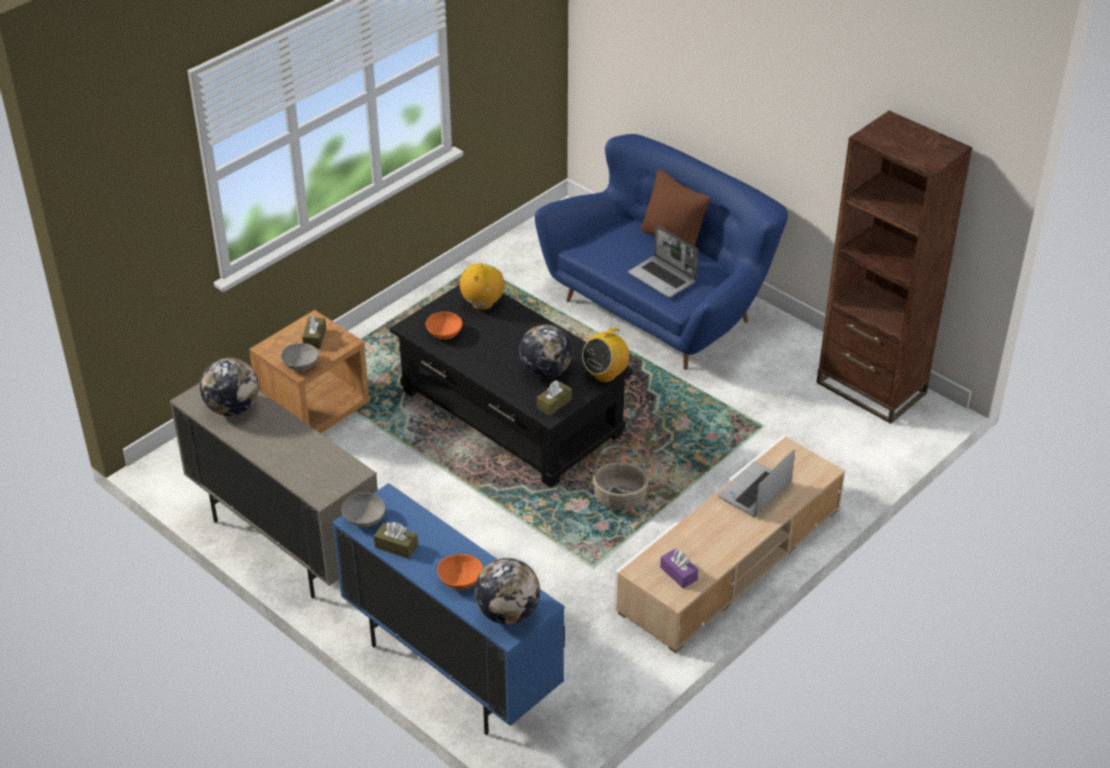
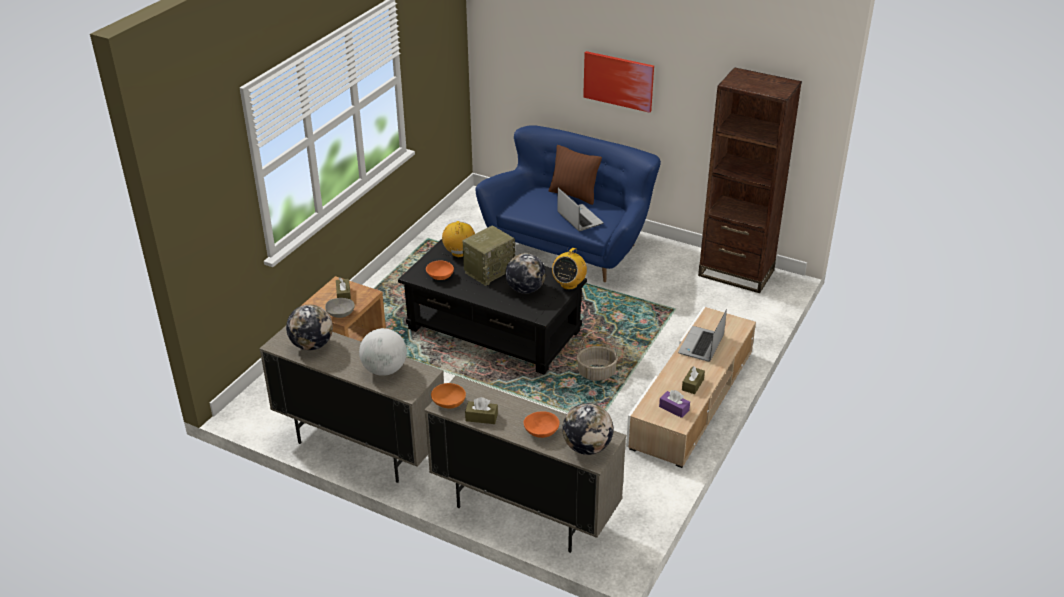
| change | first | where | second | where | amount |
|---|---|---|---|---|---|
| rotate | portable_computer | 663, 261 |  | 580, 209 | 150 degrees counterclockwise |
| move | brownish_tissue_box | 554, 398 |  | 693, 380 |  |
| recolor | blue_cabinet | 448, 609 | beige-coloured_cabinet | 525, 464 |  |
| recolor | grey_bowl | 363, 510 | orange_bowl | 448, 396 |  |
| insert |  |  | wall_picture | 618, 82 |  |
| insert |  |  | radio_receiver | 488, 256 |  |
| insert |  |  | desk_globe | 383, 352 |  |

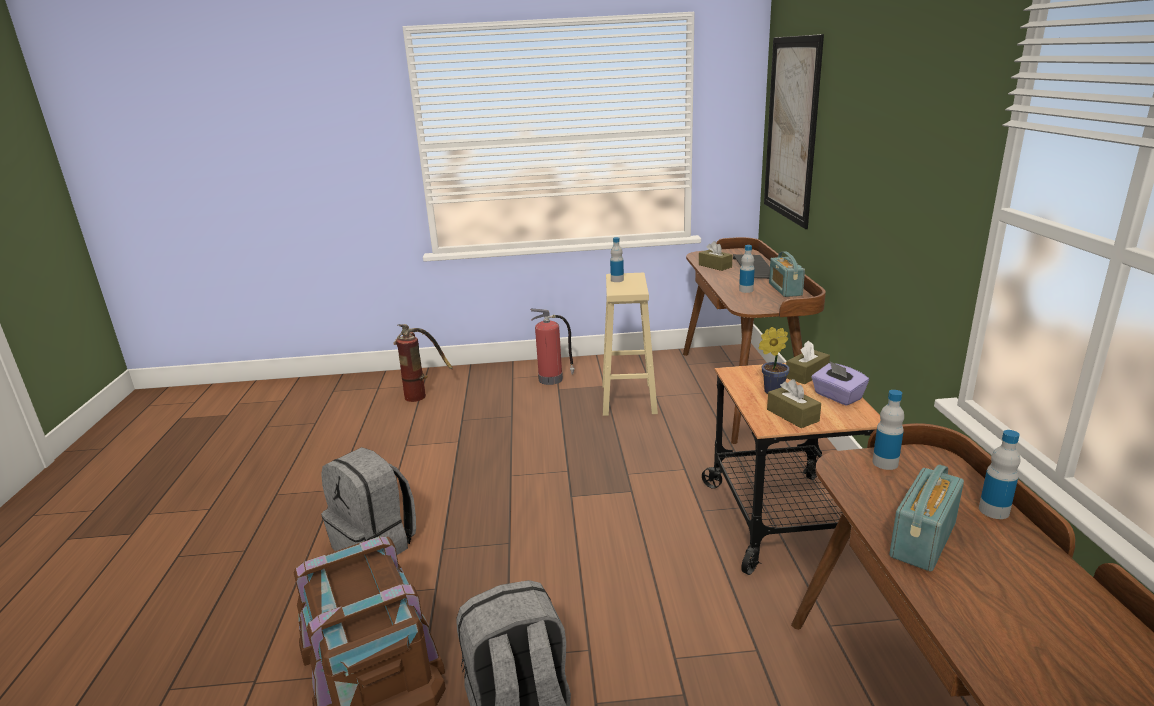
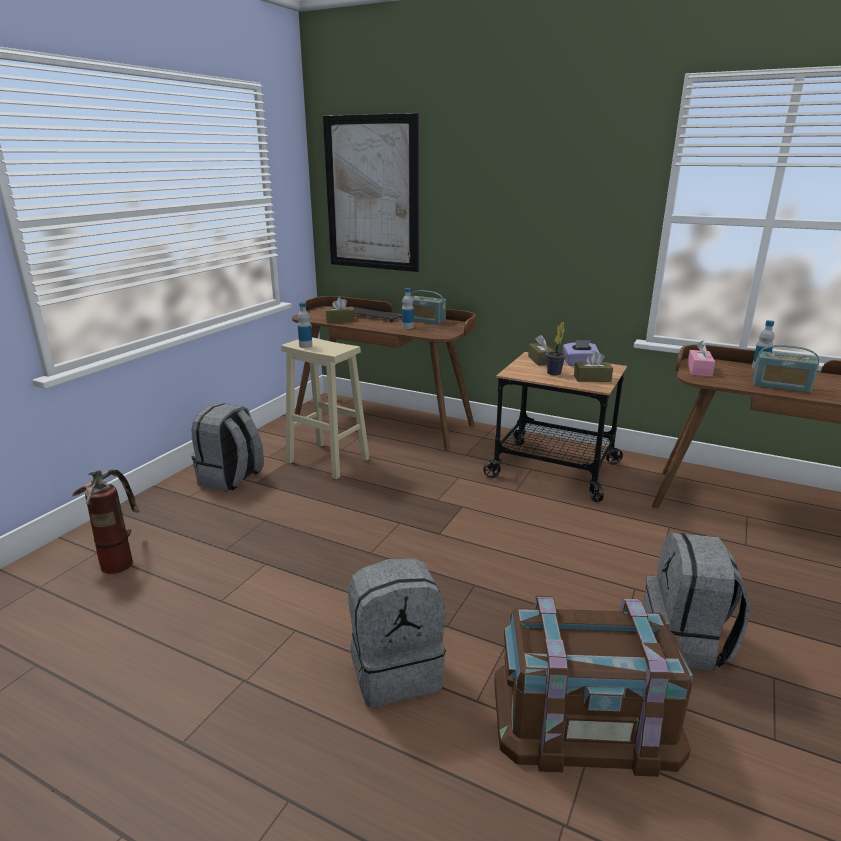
| change | first | where | second | where | amount |
|---|---|---|---|---|---|
| replace | fire_extinguisher | 552, 347 | grey_knapsack | 227, 447 |  |
| replace | bottle | 888, 430 | pink_tissue_box | 701, 359 |  |
| rotate | radio_receiver | 926, 517 |  | 786, 369 | 45 degrees counterclockwise |

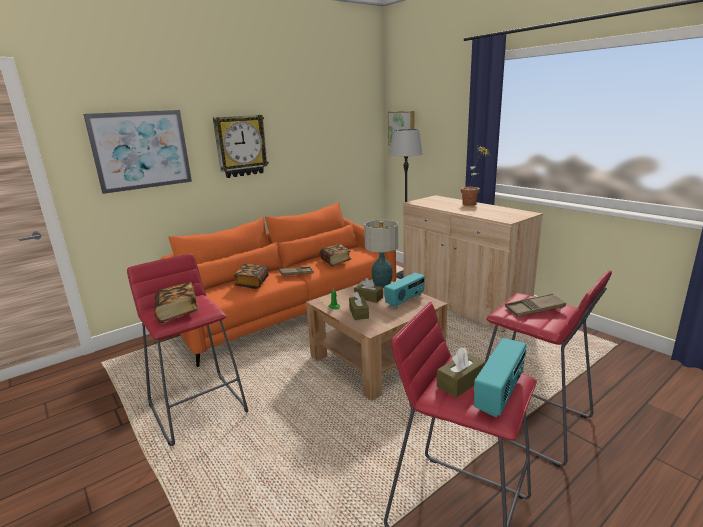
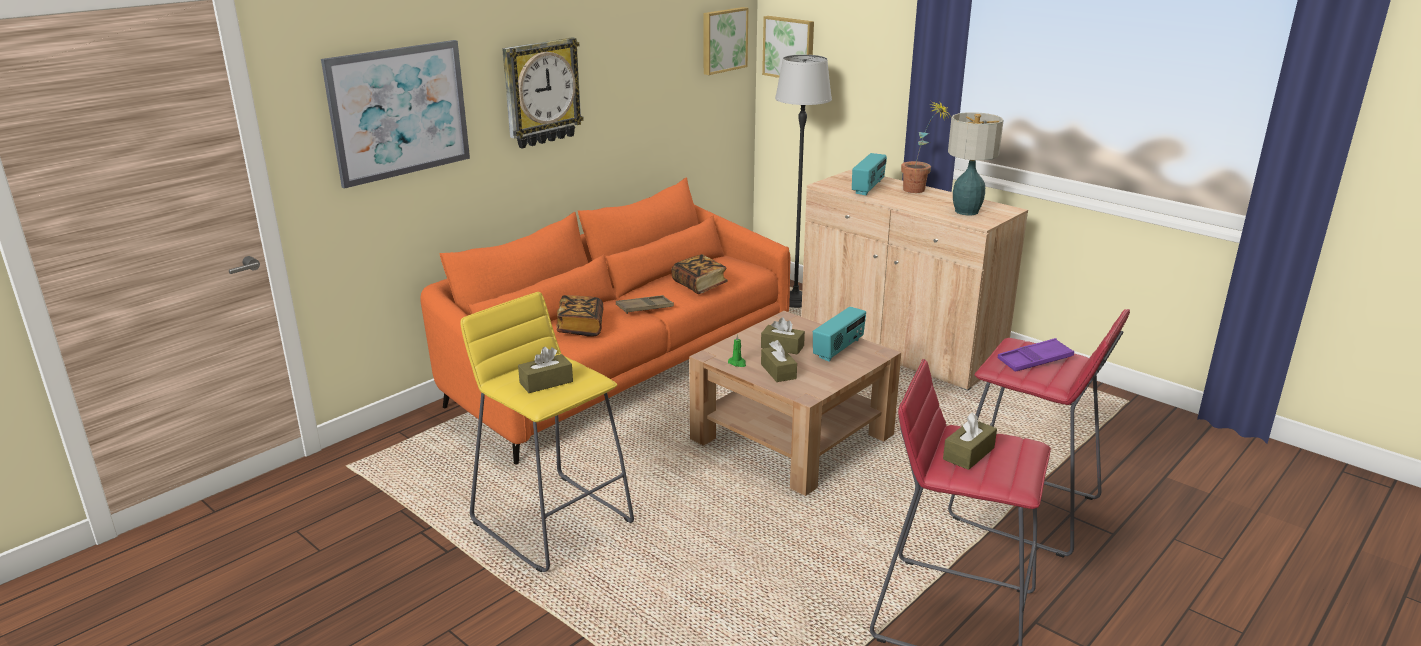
| change | first | where | second | where | amount |
|---|---|---|---|---|---|
| move | tabletop_lamp | 381, 254 |  | 976, 163 |  |
| recolor | red_sitting_stool | 187, 350 | yellow_sitting_stool | 547, 432 |  |
| replace | book | 176, 302 | brownish_tissue_box | 545, 370 |  |
| recolor | brownish_serving_tray | 535, 305 | purple-coloured_serving_tray | 1036, 355 |  |
| move | radio_receiver | 500, 377 |  | 869, 174 |  |
| insert |  |  | wall_picture | 725, 41 |  |

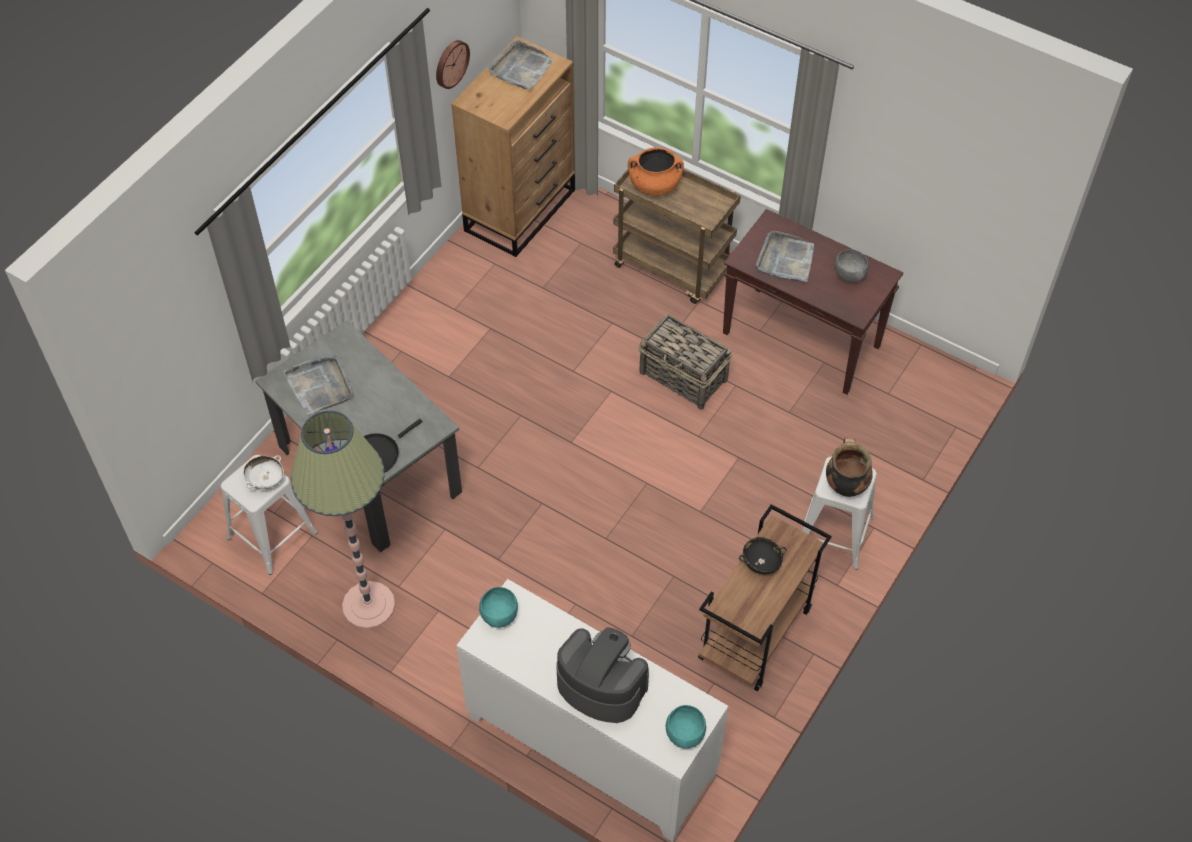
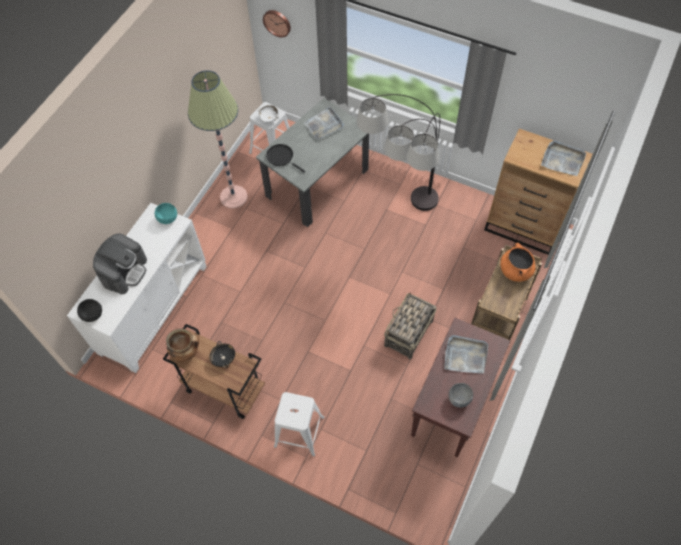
| change | first | where | second | where | amount |
|---|---|---|---|---|---|
| move | clock_on_the_wall | 453, 64 |  | 277, 24 |  |
| move | saucepot | 849, 467 |  | 182, 345 |  |
| recolor | turquoise-coloured_bowl | 686, 727 | black-coloured_bowl | 89, 310 |  |
| insert |  |  | standard_lamp | 398, 152 |  |

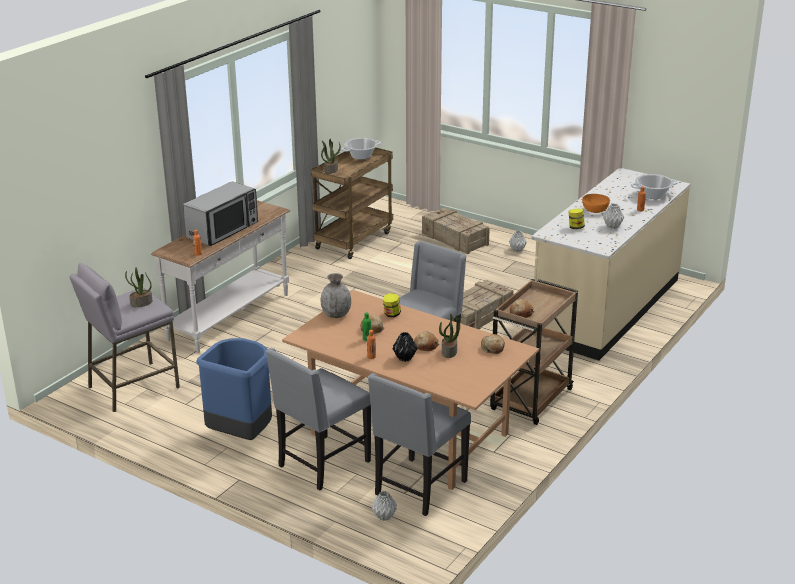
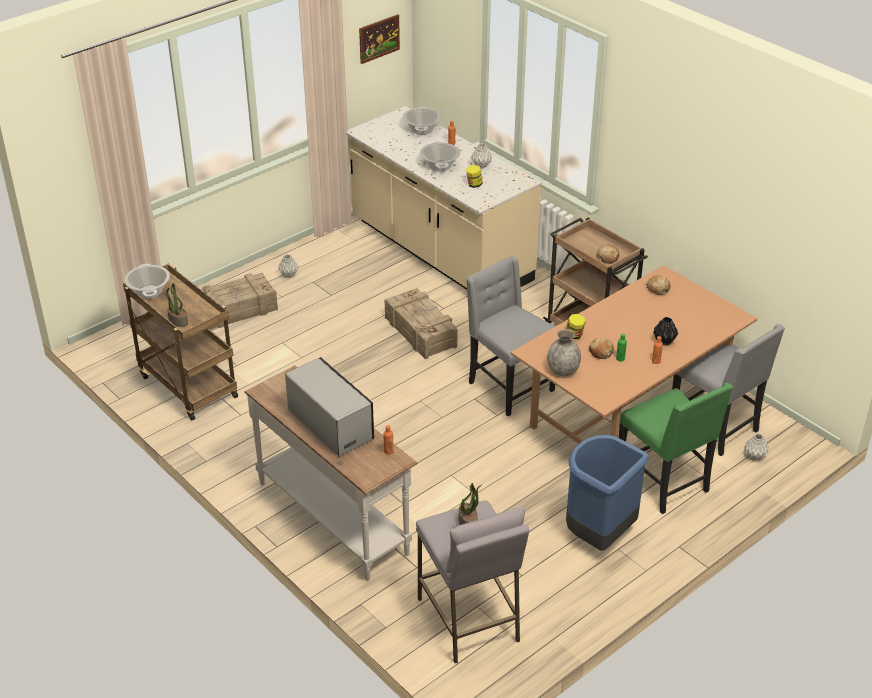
| change | first | where | second | where | amount |
|---|---|---|---|---|---|
| replace | orange_bowl | 596, 203 | saucepot | 440, 156 |  |
| delete | plant_in_a_pot | 451, 335 |  |  |  |
| delete | baked_bread | 426, 341 |  |  |  |
| recolor | grey_upright_chair | 318, 419 | greenish_upright_chair | 676, 448 |  |
| insert |  |  | wall_picture | 379, 39 |  |

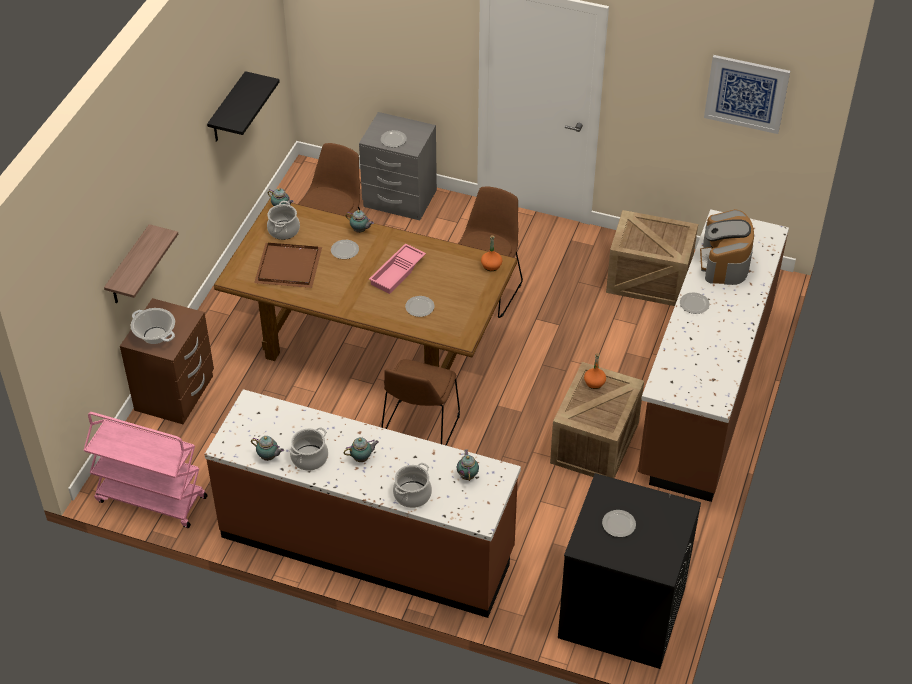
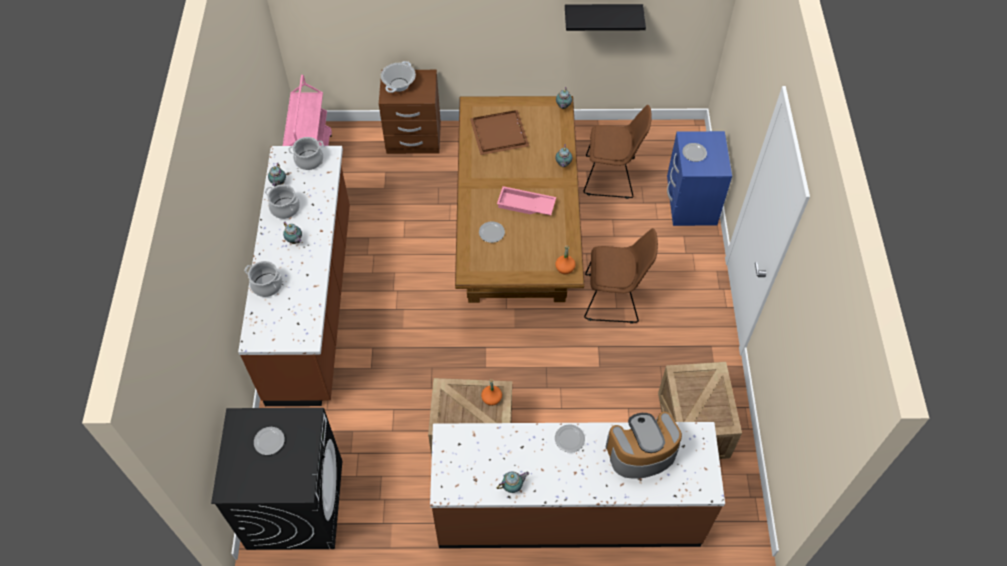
| change | first | where | second | where | amount |
|---|---|---|---|---|---|
| delete | wall_picture | 747, 94 |  |  |  |
| recolor | grey_nightstand | 398, 166 | blue_nightstand | 699, 178 |  |
| move | saucepot | 283, 220 |  | 306, 153 |  |
| delete | shelf | 141, 263 |  |  |  |
| delete | plate | 345, 249 |  |  |  |
| delete | brownish_upright_chair | 420, 402 |  |  |  |
| move | pot_for_tea | 468, 465 |  | 513, 482 |  |

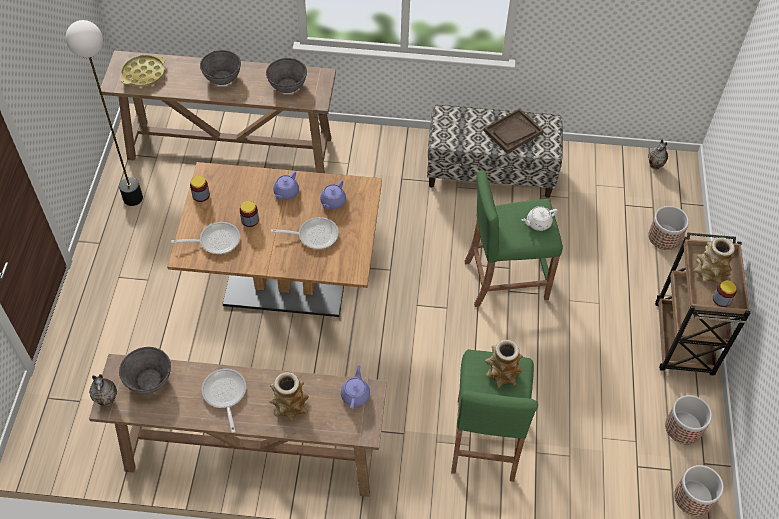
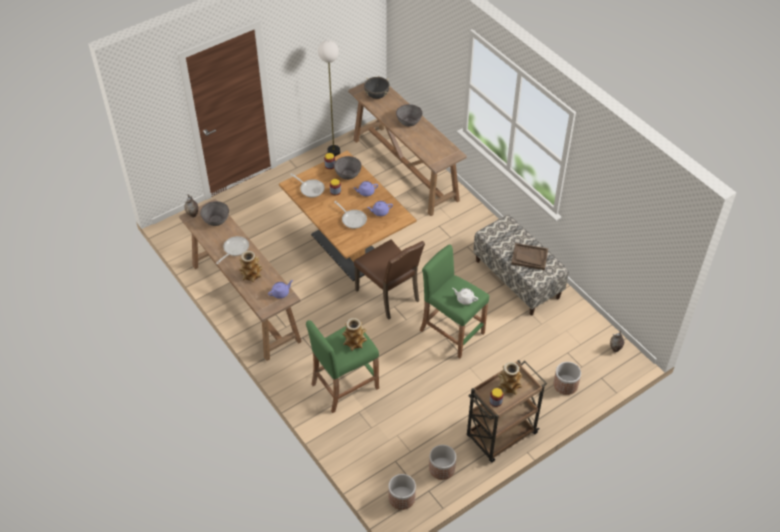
| change | first | where | second | where | amount |
|---|---|---|---|---|---|
| replace | yellow_serving_tray | 143, 71 | black-coloured_saucepot | 377, 88 |  |
| move | grey_bowl | 286, 75 |  | 348, 168 |  |
| insert |  |  | brownish_upright_chair | 389, 280 |  |

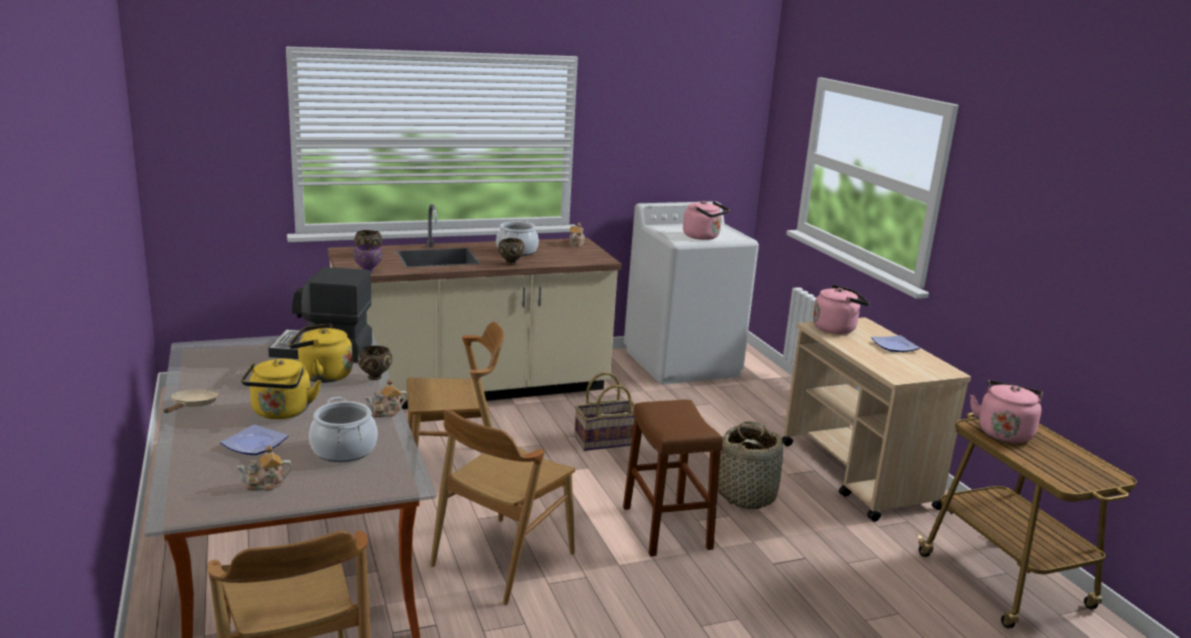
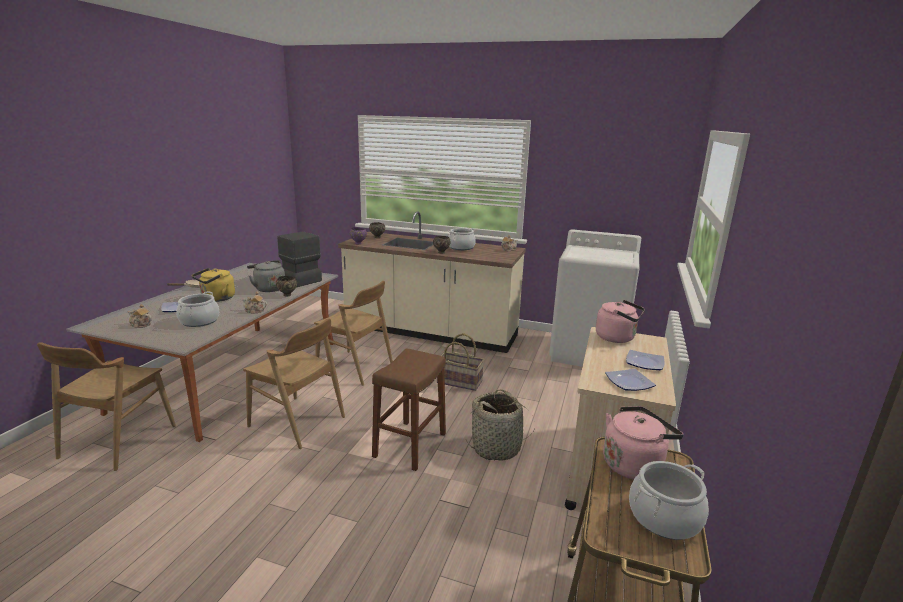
| change | first | where | second | where | amount |
|---|---|---|---|---|---|
| delete | pink_water_kettle | 706, 220 |  |  |  |
| recolor | yellow_water_kettle | 321, 353 | grey_water_kettle | 266, 276 |  |
| rotate | brownish_upright_chair | 502, 507 |  | 294, 383 | 135 degrees counterclockwise |
| insert |  |  | plate | 630, 380 |  |
| insert |  |  | saucepot | 669, 500 |  |

